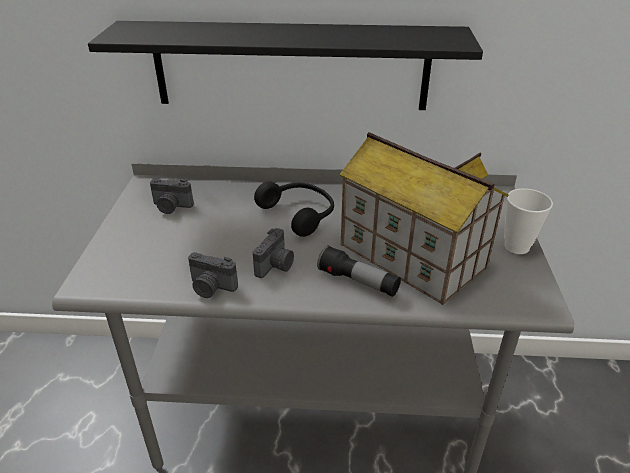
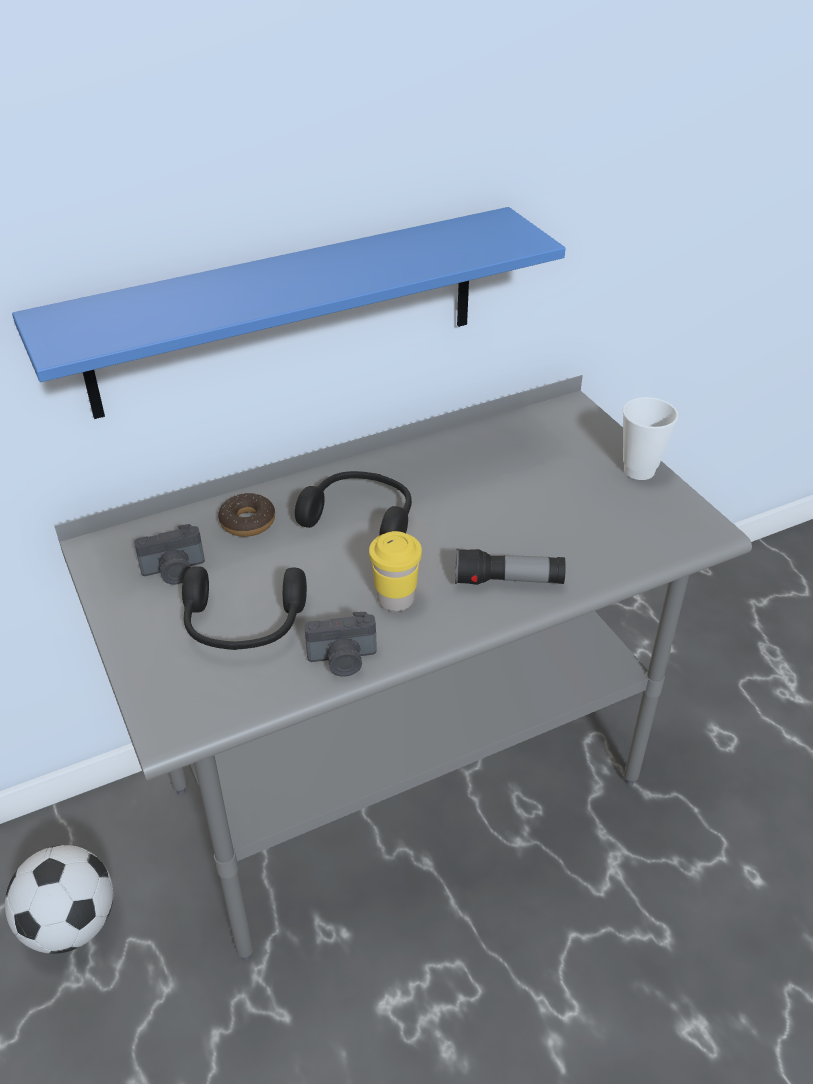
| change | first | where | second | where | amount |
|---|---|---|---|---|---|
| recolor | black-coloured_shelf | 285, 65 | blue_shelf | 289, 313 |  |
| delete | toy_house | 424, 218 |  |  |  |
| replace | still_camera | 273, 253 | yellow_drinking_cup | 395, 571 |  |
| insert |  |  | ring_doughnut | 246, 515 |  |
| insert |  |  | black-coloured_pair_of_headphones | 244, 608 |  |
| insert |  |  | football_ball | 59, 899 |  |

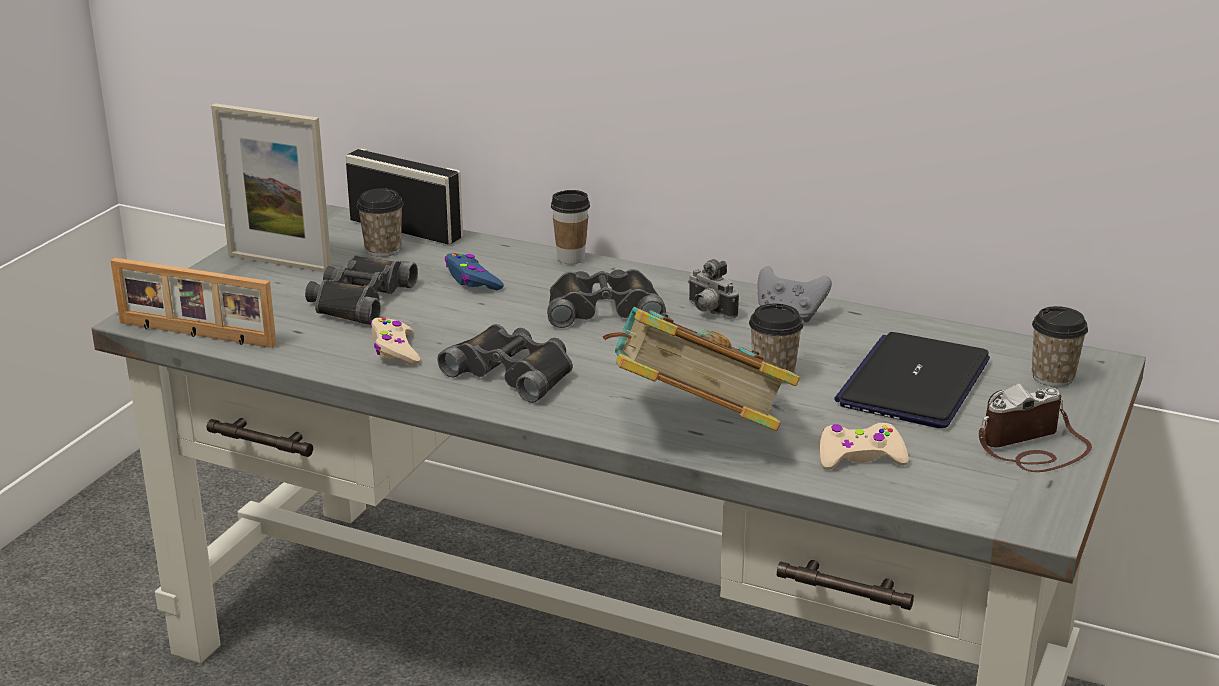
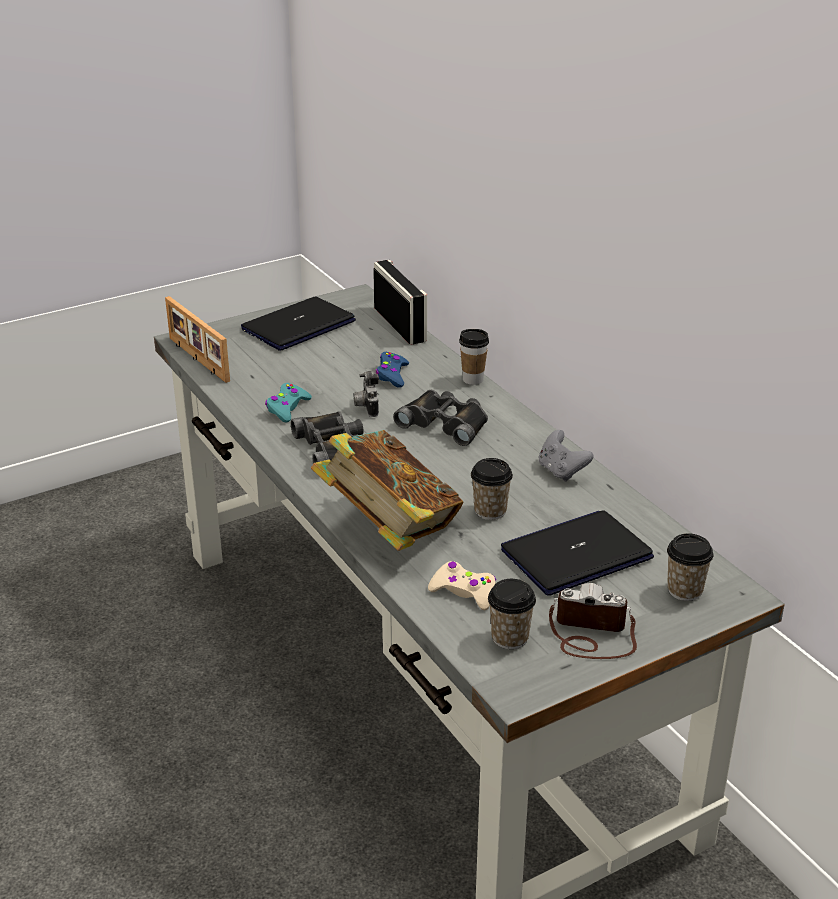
| change | first | where | second | where | amount |
|---|---|---|---|---|---|
| replace | photo_frame | 271, 188 | portable_computer | 298, 324 |  |
| move | drinking_cup | 380, 222 |  | 512, 614 |  |
| delete | black-coloured_field_glasses | 361, 290 |  |  |  |
| move | still_camera | 713, 289 |  | 366, 394 |  |
| recolor | beige-coloured_joypad | 395, 341 | turquoise-coloured_joypad | 288, 402 |  |

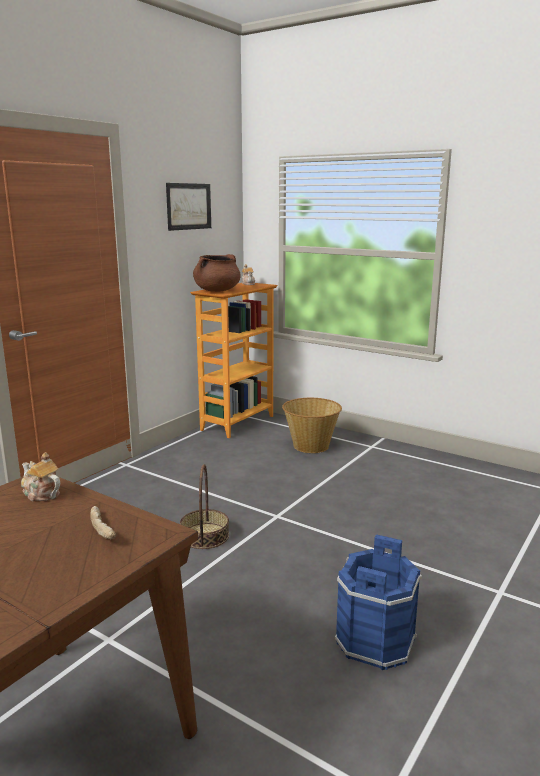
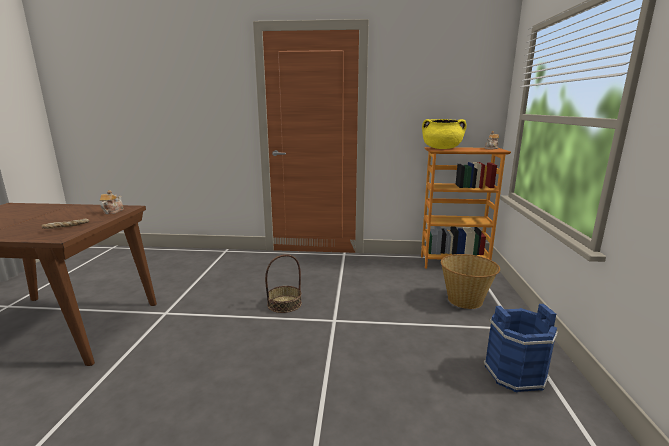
| change | first | where | second | where | amount |
|---|---|---|---|---|---|
| delete | wall_picture | 188, 207 |  |  |  |
| recolor | brownish_saucepot | 217, 273 | yellow_saucepot | 444, 134 |  |
| move | blue_bucket | 378, 602 |  | 520, 348 |  |

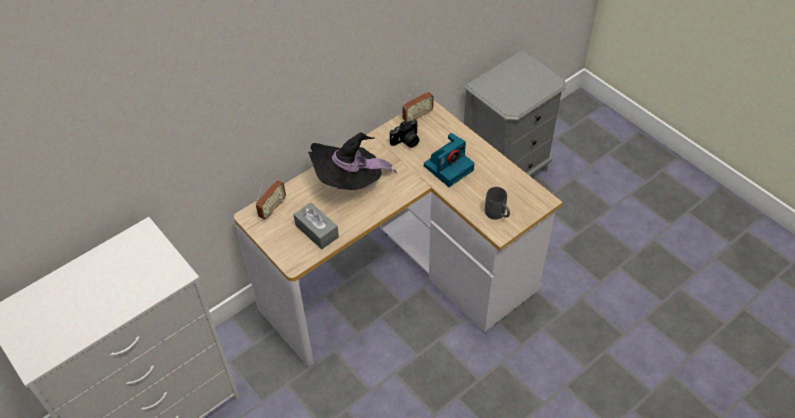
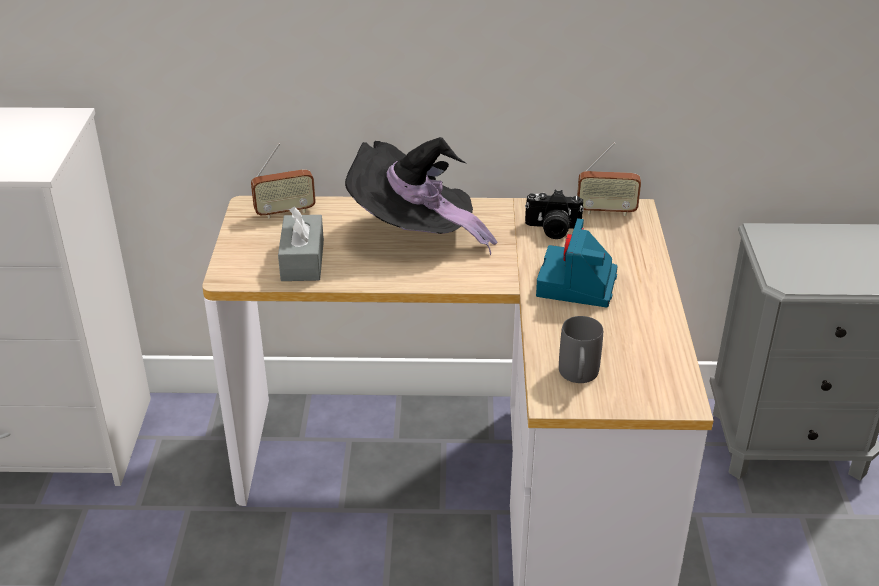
| change | first | where | second | where | amount |
|---|---|---|---|---|---|
| rotate | still_camera | 449, 160 |  | 577, 262 | 105 degrees clockwise |

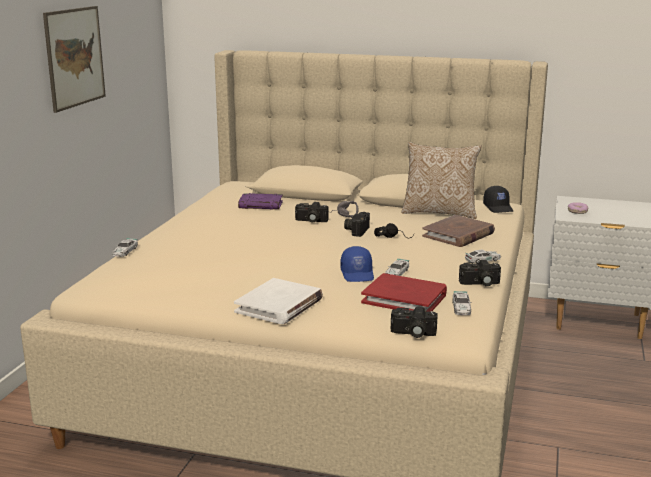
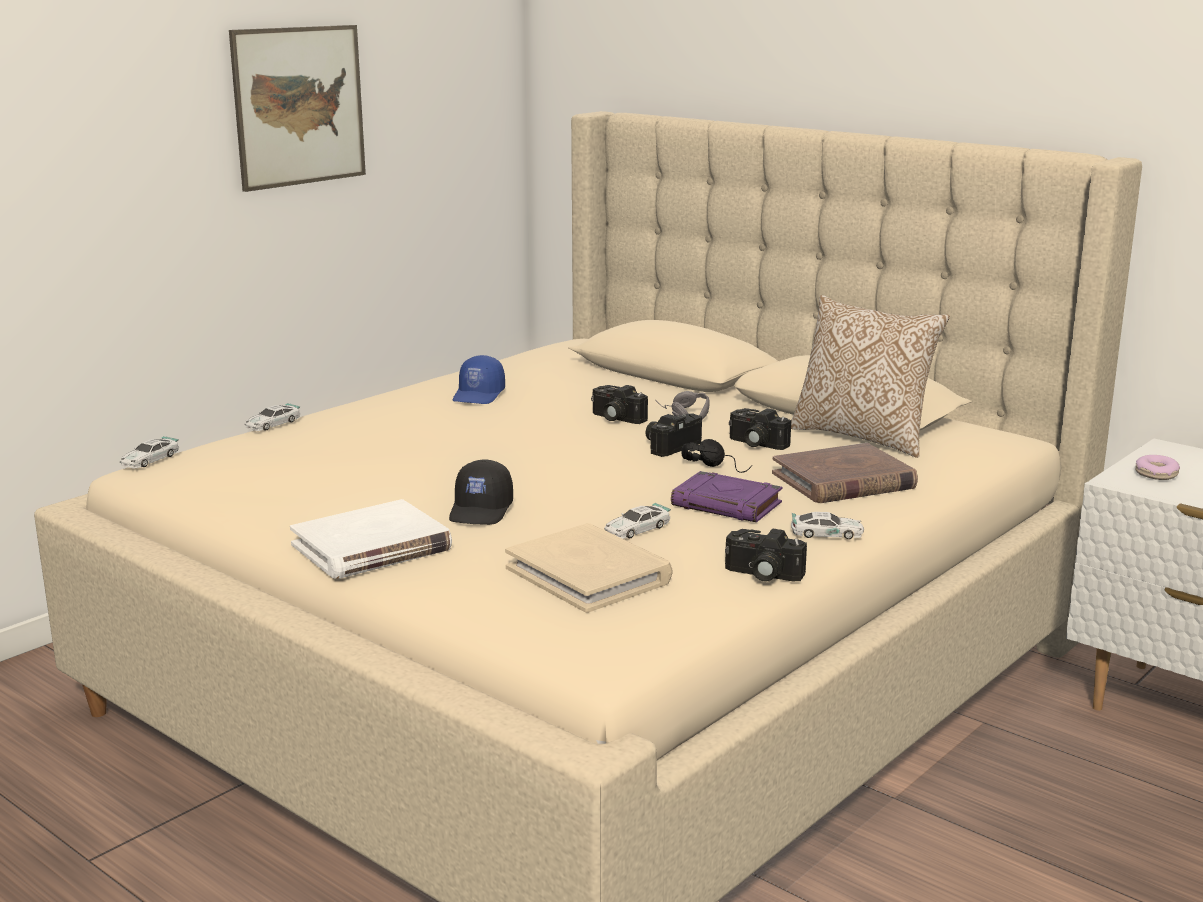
| change | first | where | second | where | amount |
|---|---|---|---|---|---|
| move | black-coloured_cap | 498, 199 |  | 481, 492 |  |
| move | purple-coloured_book | 260, 201 |  | 727, 496 |  |
| move | blue_cap | 357, 264 |  | 478, 379 |  |
| recolor | red_book | 404, 292 | beige-coloured_book | 588, 568 |  |
| move | toy_car | 462, 303 |  | 149, 452 |  |
| move | still_camera | 414, 322 |  | 760, 429 |  |

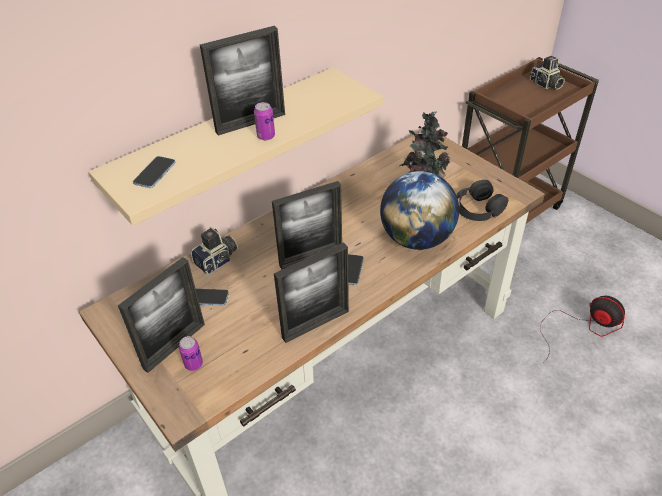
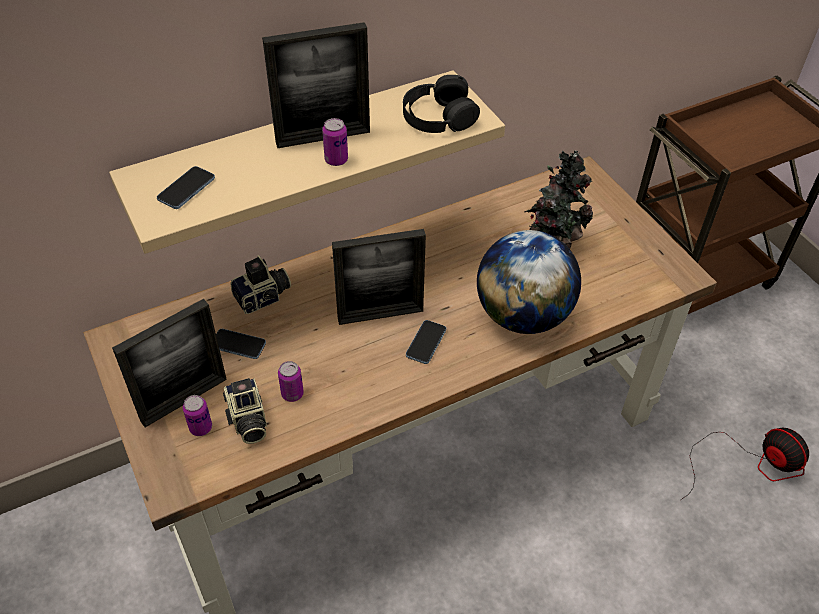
| change | first | where | second | where | amount |
|---|---|---|---|---|---|
| move | still_camera | 547, 73 |  | 245, 411 |  |
| move | black-coloured_pair_of_headphones | 482, 200 |  | 441, 104 |  |
| delete | photo_frame | 311, 292 |  |  |  |
| insert |  |  | sealed_can | 291, 381 |  |

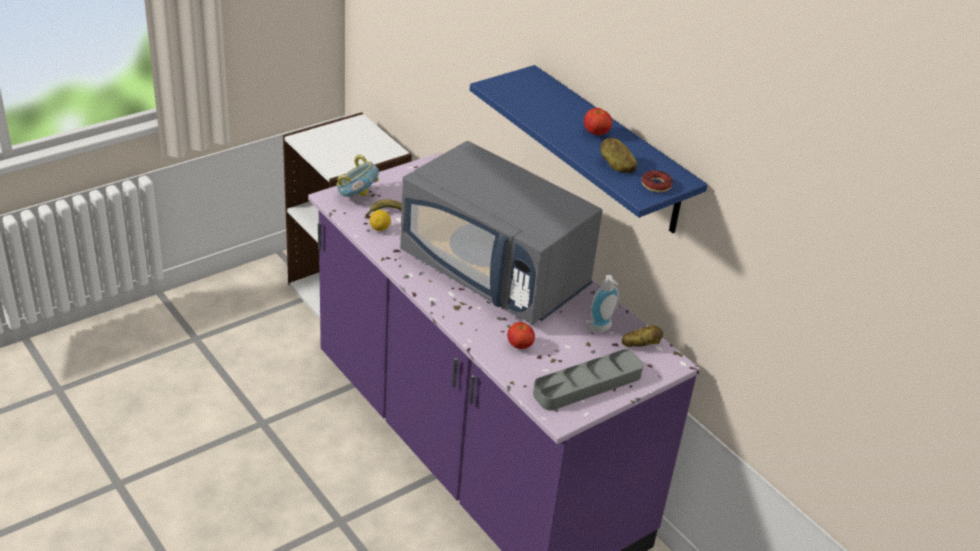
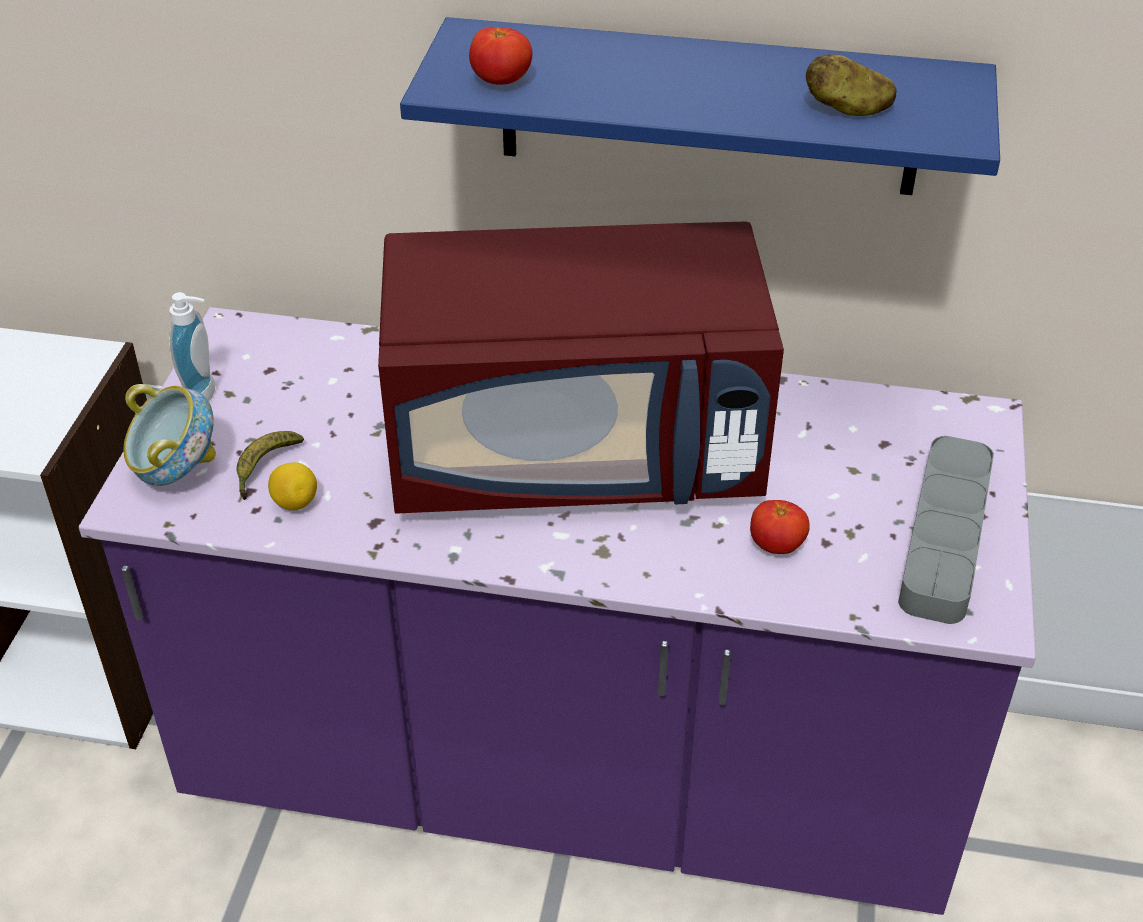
| change | first | where | second | where | amount |
|---|---|---|---|---|---|
| move | tomato | 598, 121 |  | 501, 56 |  |
| recolor | grey_microwave_oven | 501, 233 | red_microwave_oven | 581, 367 |  |
| delete | ring_doughnut | 657, 181 |  |  |  |
| move | soap_dispenser | 604, 304 |  | 192, 346 |  |
| delete | spud | 642, 336 |  |  |  |

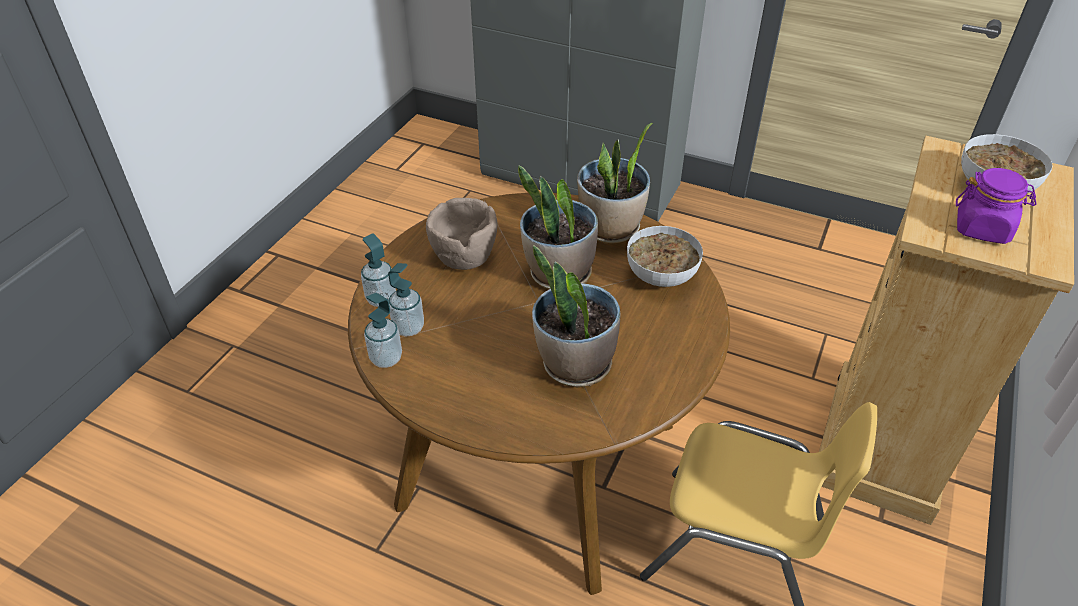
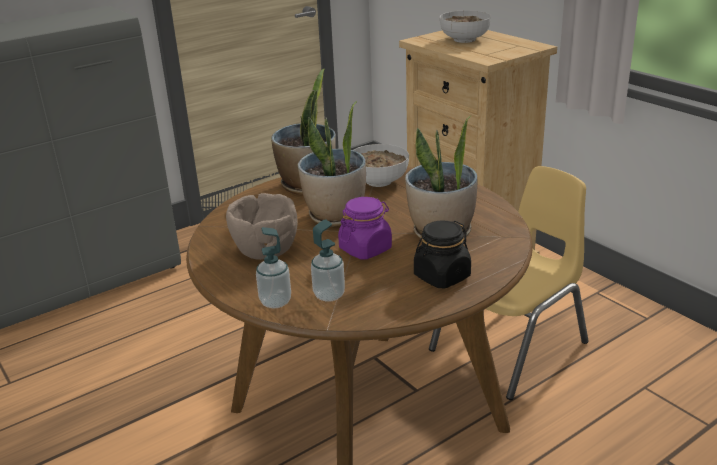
| change | first | where | second | where | amount |
|---|---|---|---|---|---|
| move | purple-coloured_preserve_jar | 996, 206 |  | 365, 228 |  |
| delete | soap_dispenser | 383, 330 |  |  |  |
| insert |  |  | black-coloured_preserve_jar | 442, 254 |  |

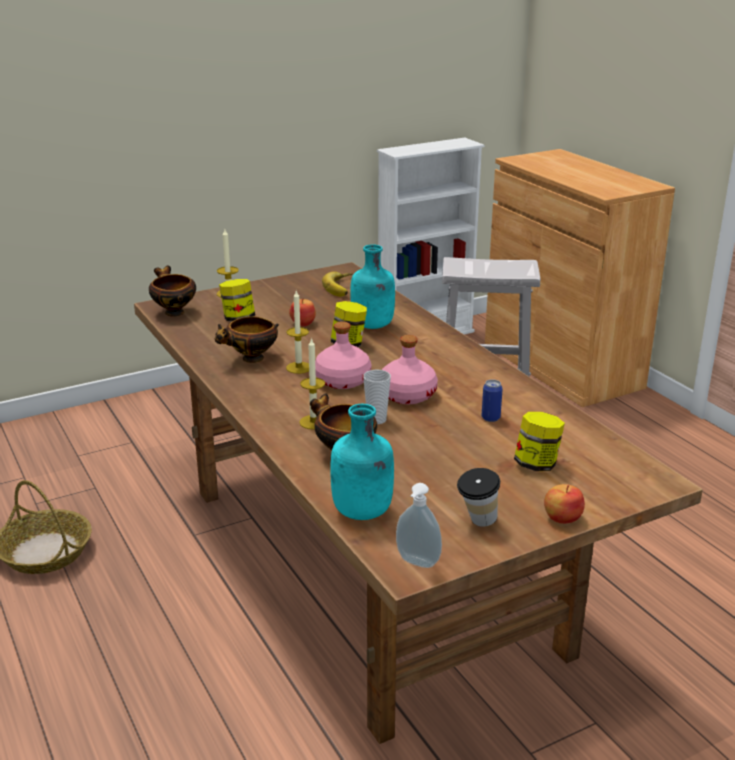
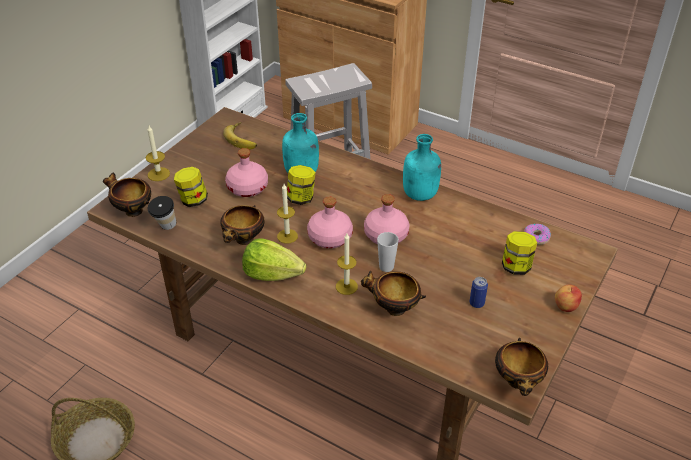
| change | first | where | second | where | amount |
|---|---|---|---|---|---|
| replace | apple | 302, 313 | pink_bottle | 246, 172 |  |
| move | sealed_can | 492, 400 |  | 478, 292 |  |
| move | turquoise-coloured_bottle | 362, 462 |  | 422, 167 |  |
| move | drinking_cup | 478, 497 |  | 162, 213 |  |
| replace | soap_dispenser | 419, 525 | bowl | 521, 367 |  |
| insert |  |  | ring_doughnut | 537, 234 |  |
| insert |  |  | lettuce_head | 274, 259 |  |

